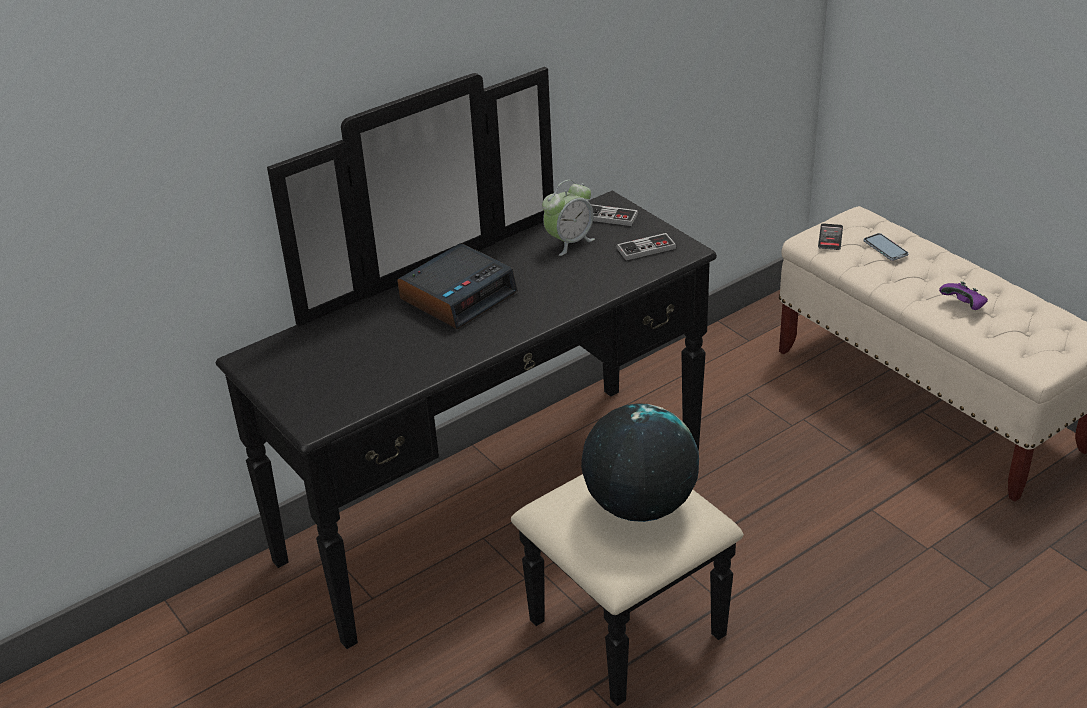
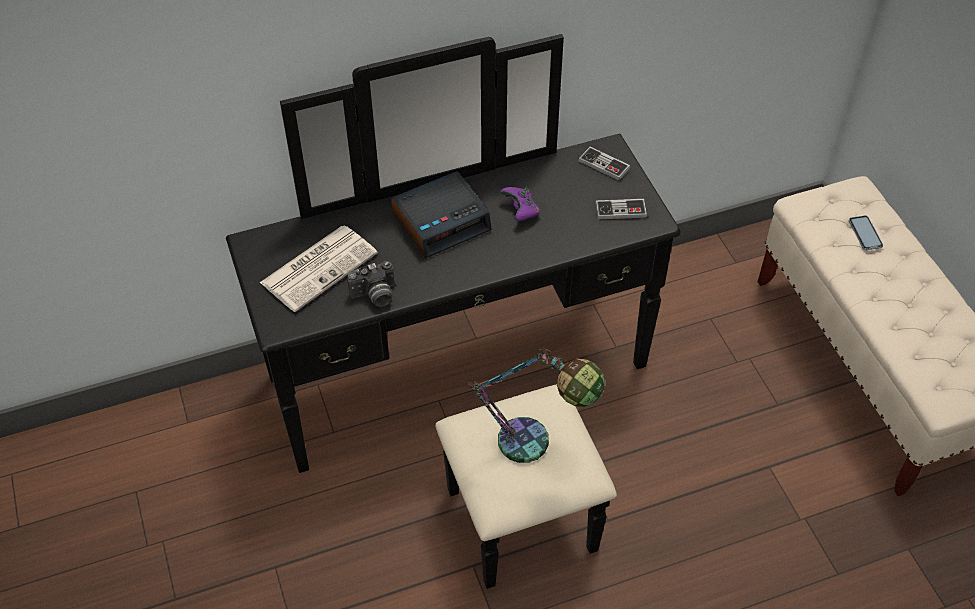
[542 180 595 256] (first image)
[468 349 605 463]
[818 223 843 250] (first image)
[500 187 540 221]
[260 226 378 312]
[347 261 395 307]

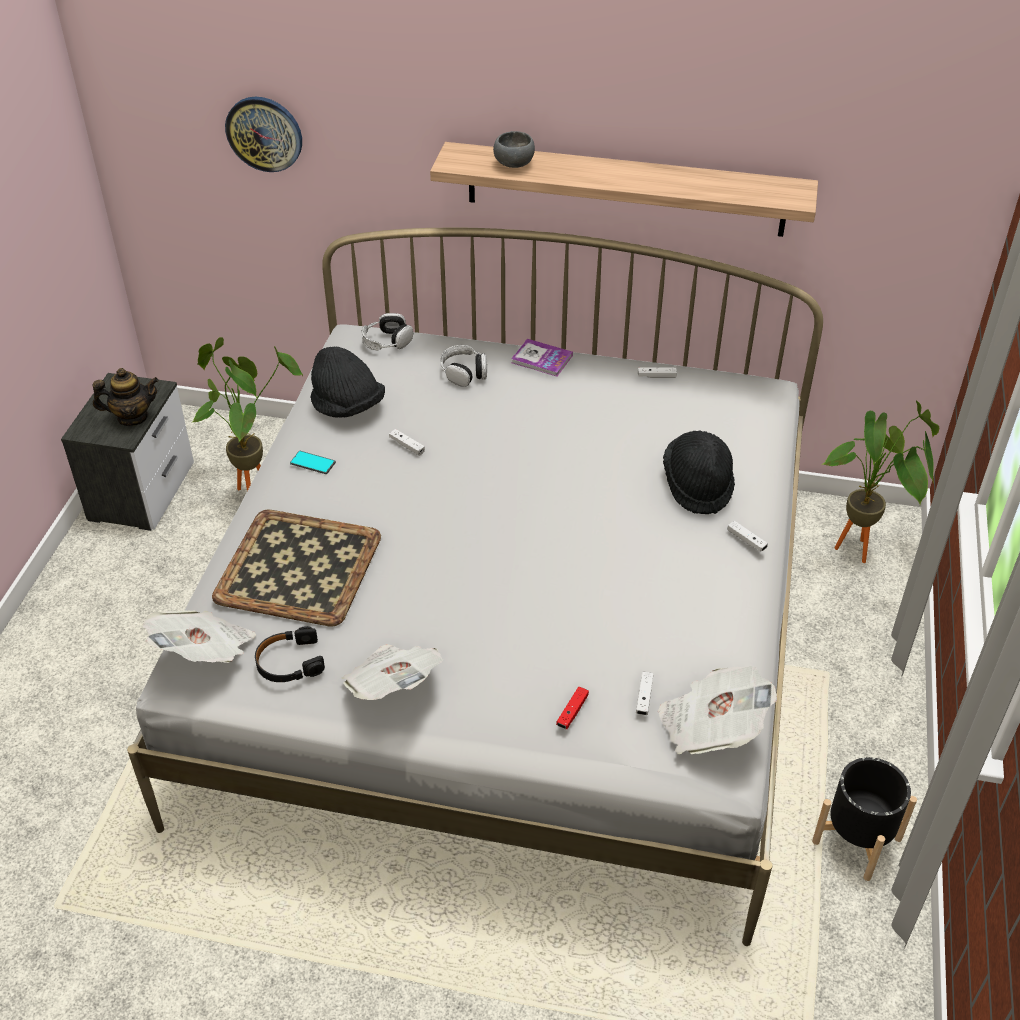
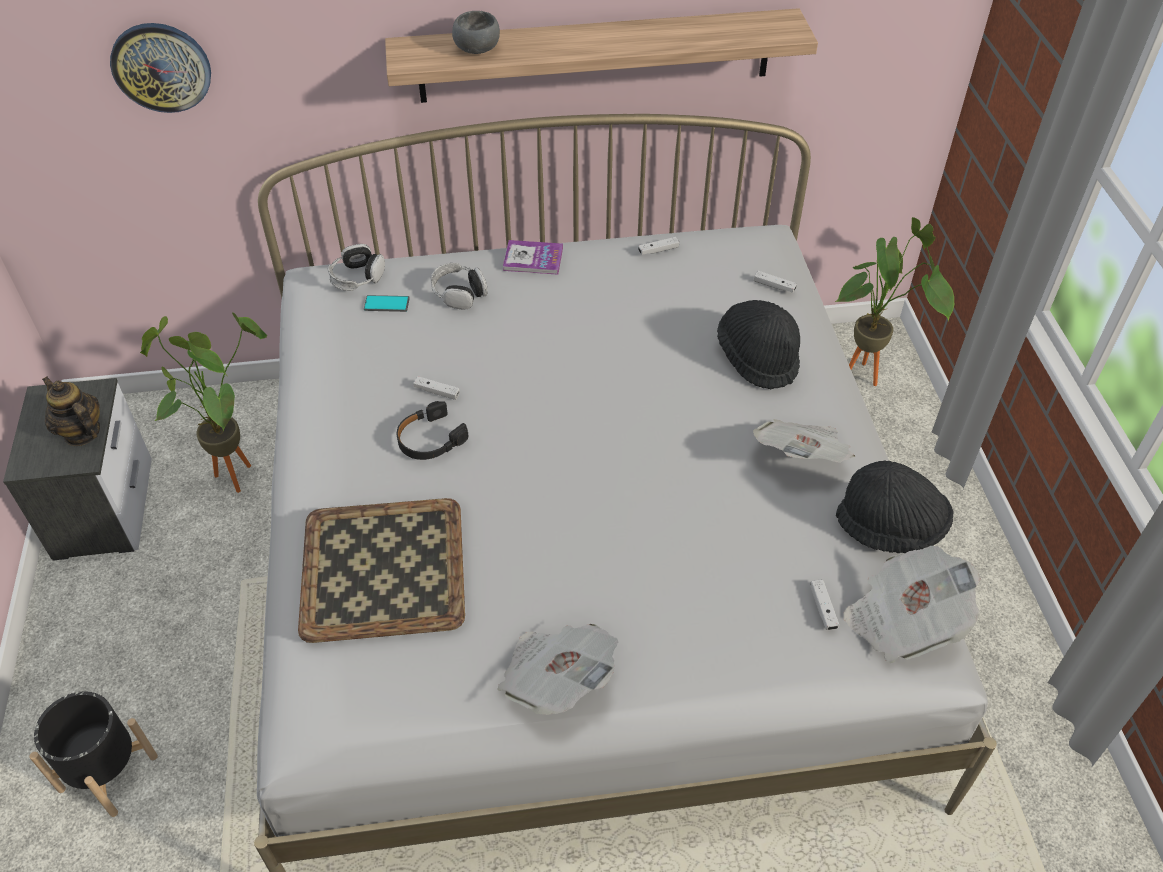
[42 376 100 446]
[753 419 855 462]
[397 401 469 460]
[364 295 410 312]
[836 461 953 553]
[556 687 589 729] (first image)
[754 271 797 293]
[29 692 158 817]

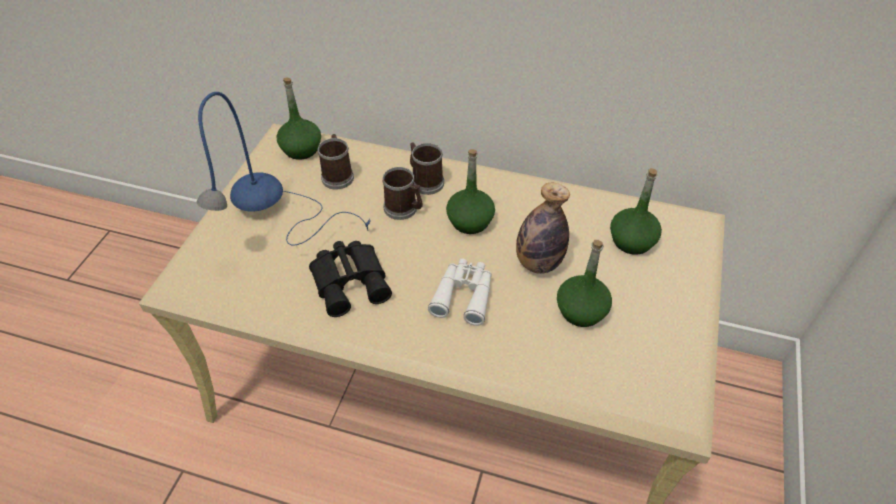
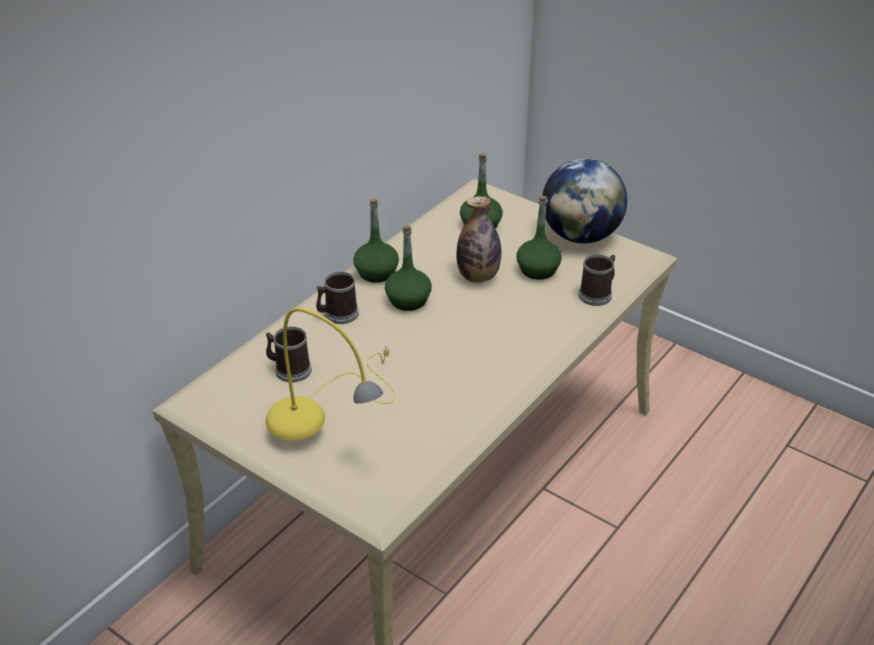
[266 308 395 440]
[353 199 399 283]
[309 241 392 317] (first image)
[578 254 615 306]
[428 259 492 326] (first image)
[542 158 627 244]

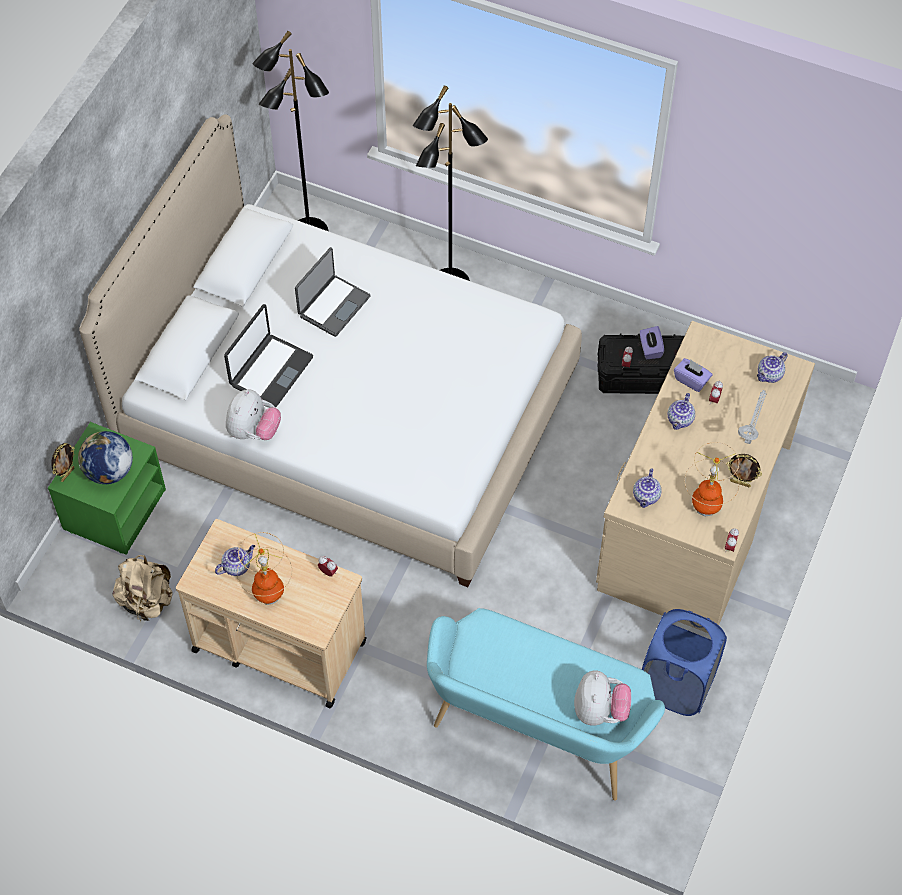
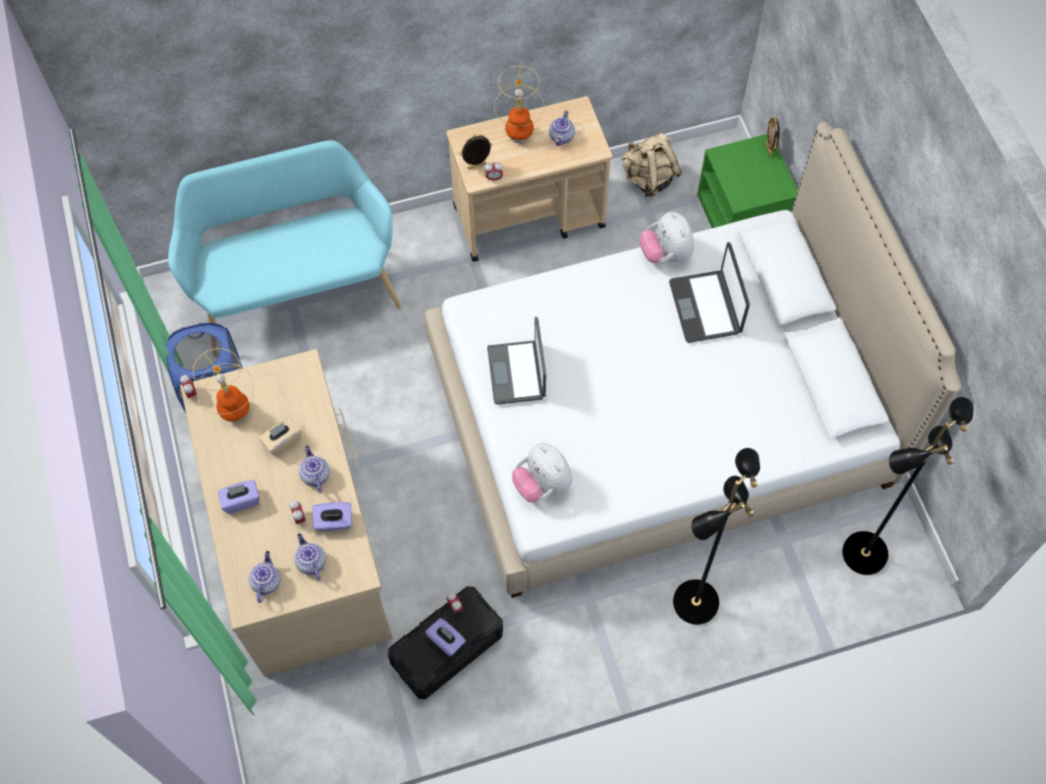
[78 431 133 484] (first image)
[487 317 546 405]
[512 443 572 502]
[294 533 326 581]
[460 134 492 169]
[218 480 260 514]
[259 417 301 456]

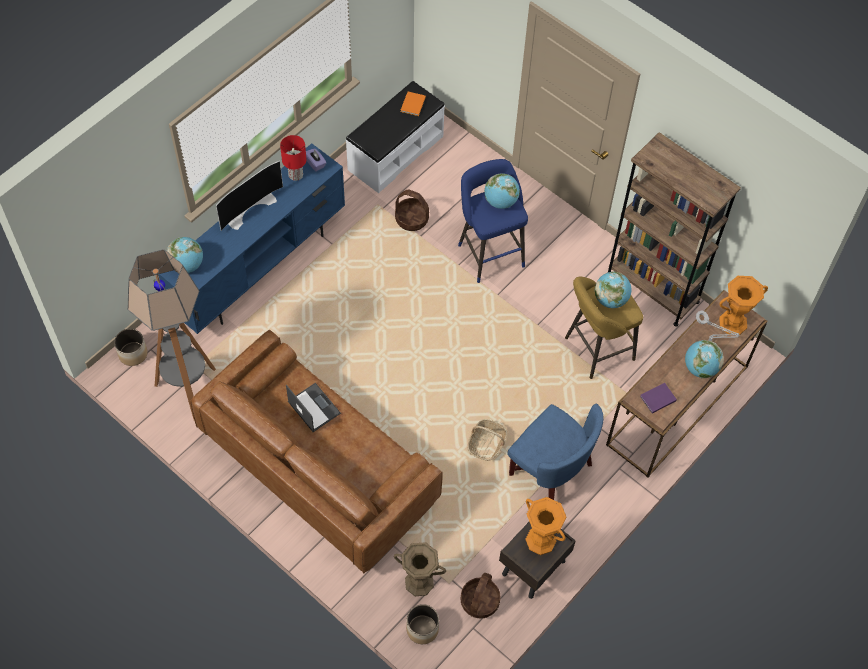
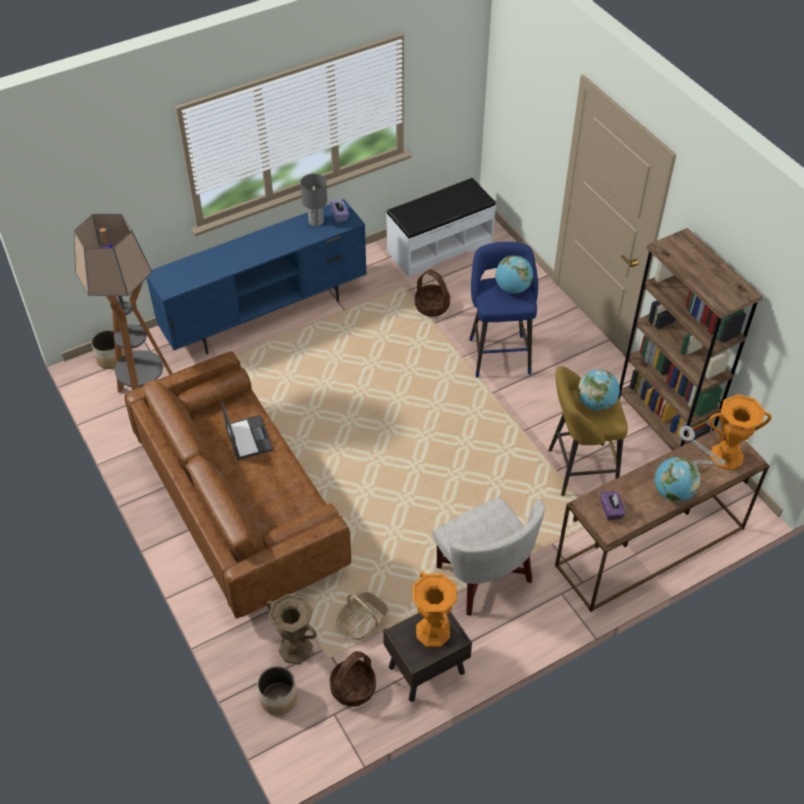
[167 237 203 273] (first image)
[216 161 283 231] (first image)
[301 174 327 226]
[401 92 426 116] (first image)
[336 591 389 640]
[433 497 545 616]
[600 492 625 521]

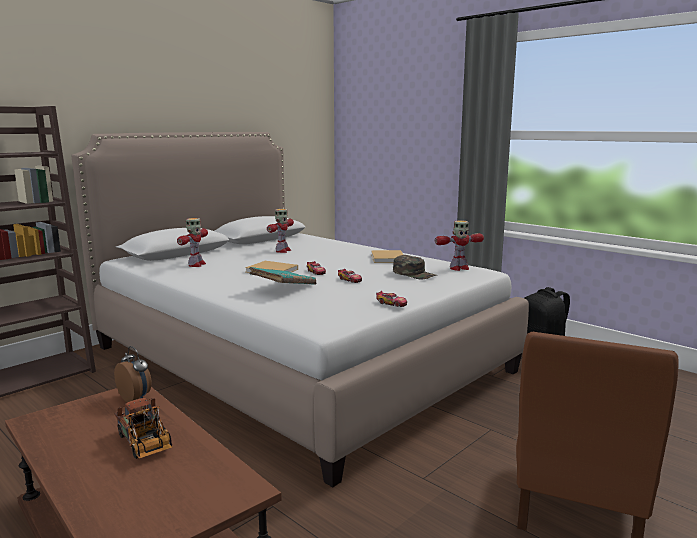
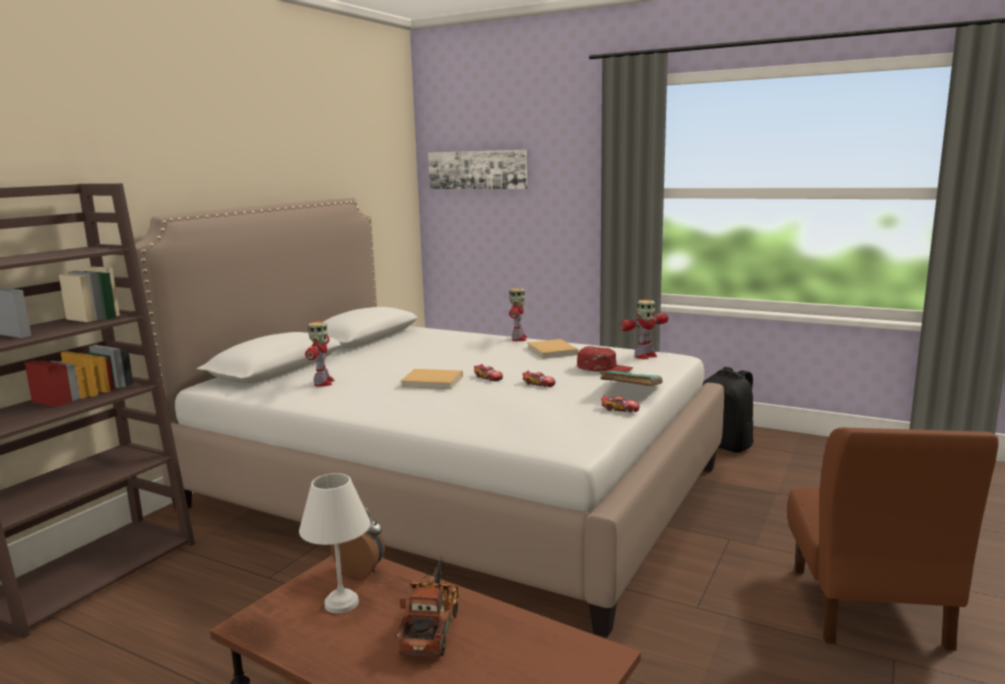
[396 557 460 657]
[600 371 663 386]
[509 288 527 341]
[577 346 633 373]
[299 473 370 614]
[428 150 527 189]

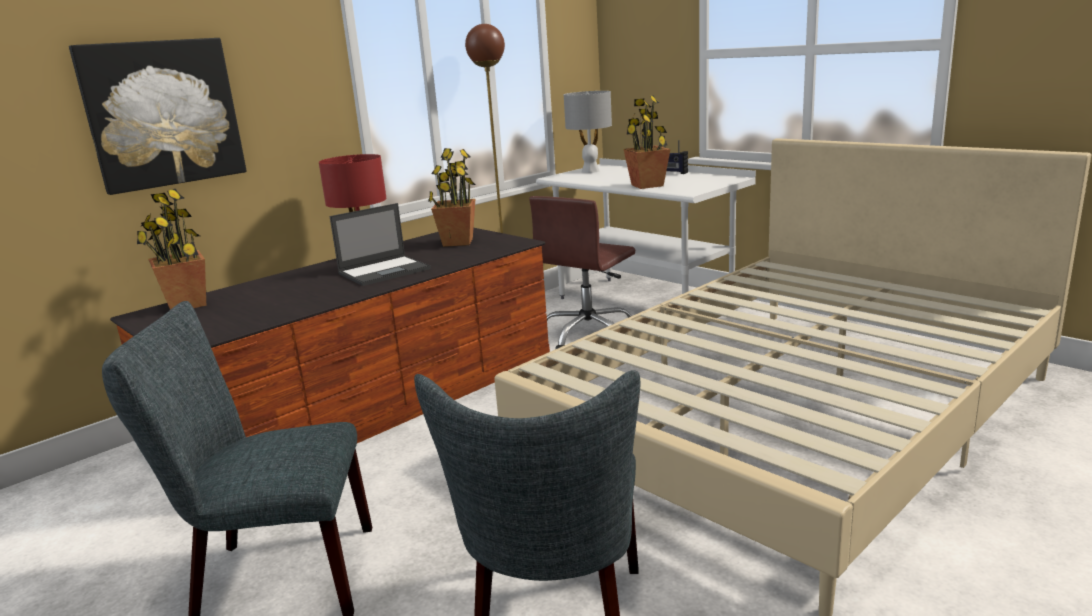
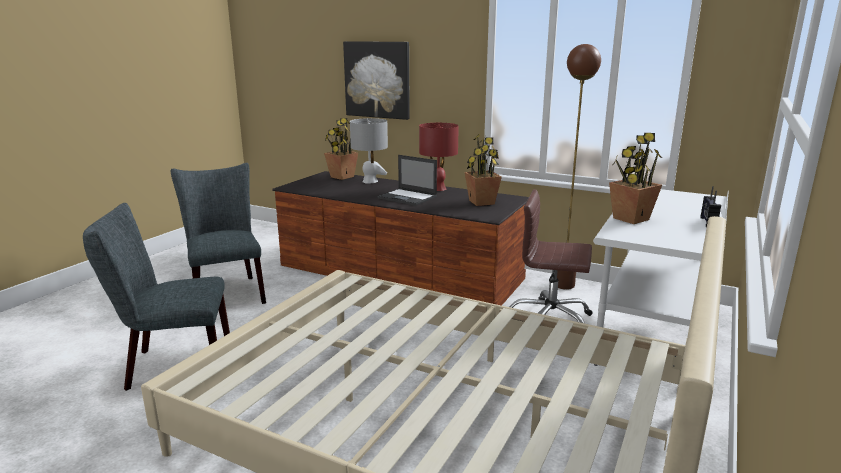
[350 118 388 184]

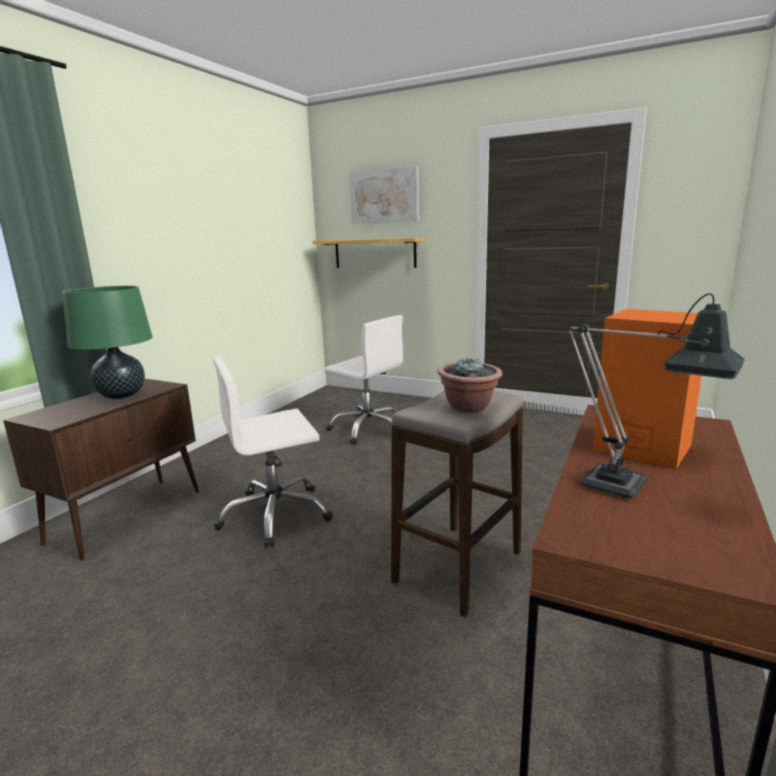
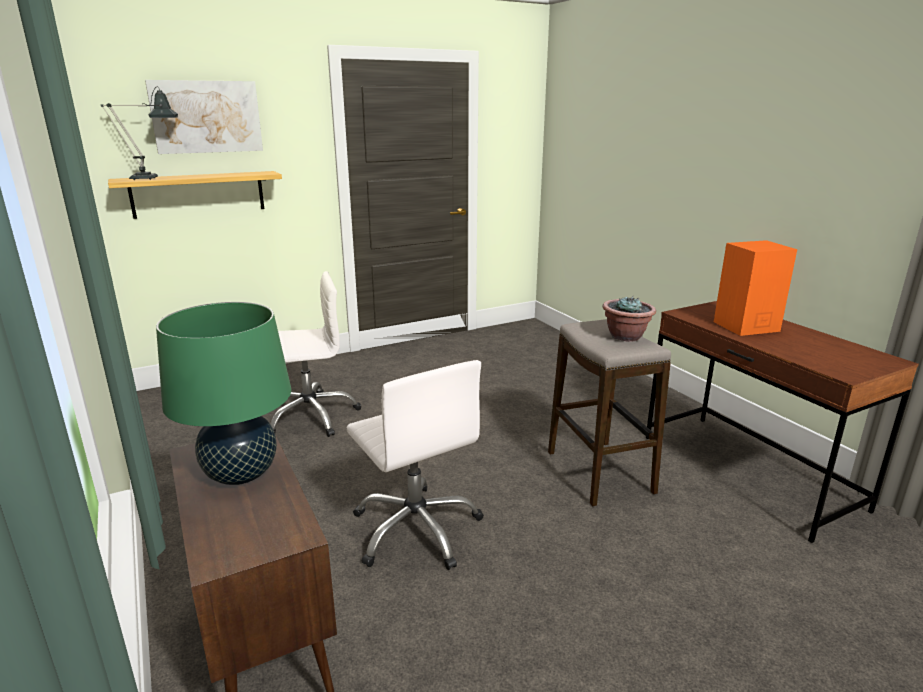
[347 360 484 570]
[101 86 178 180]

